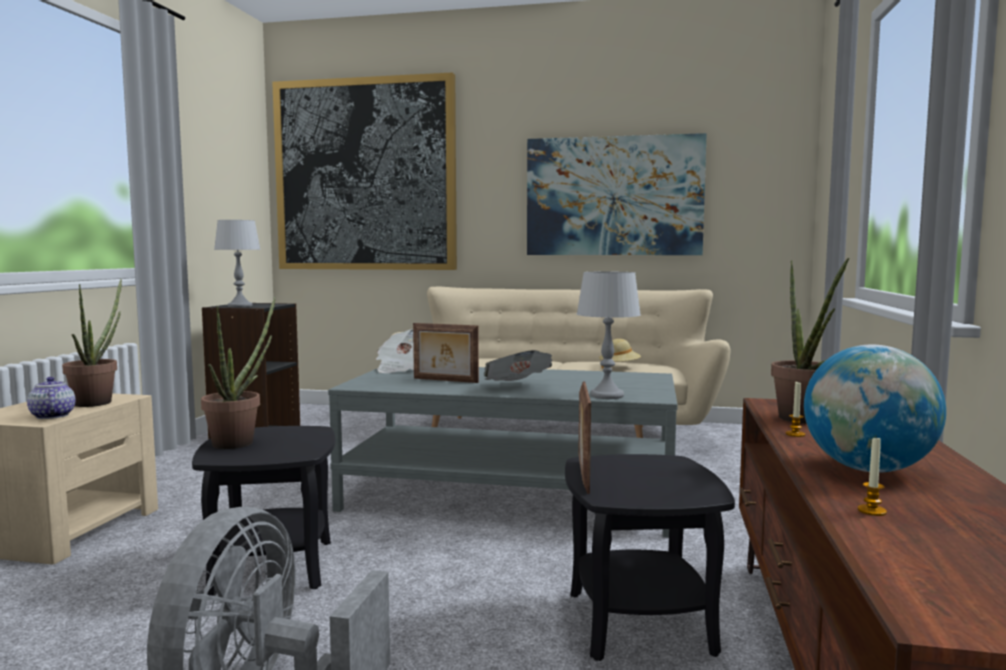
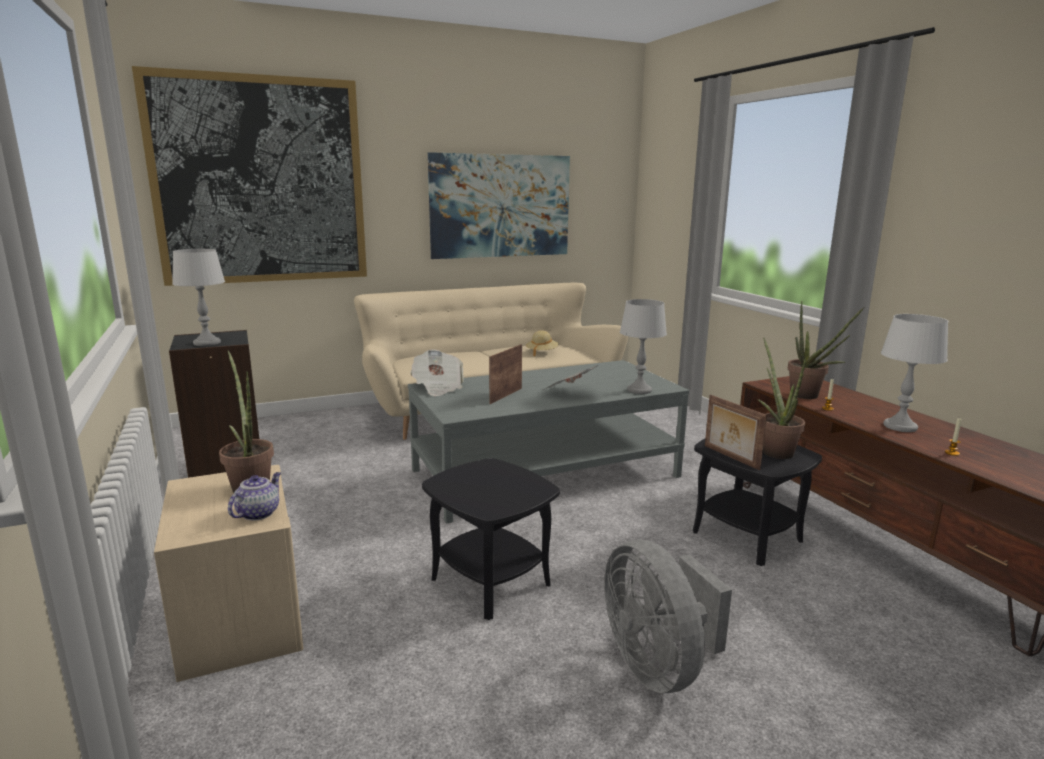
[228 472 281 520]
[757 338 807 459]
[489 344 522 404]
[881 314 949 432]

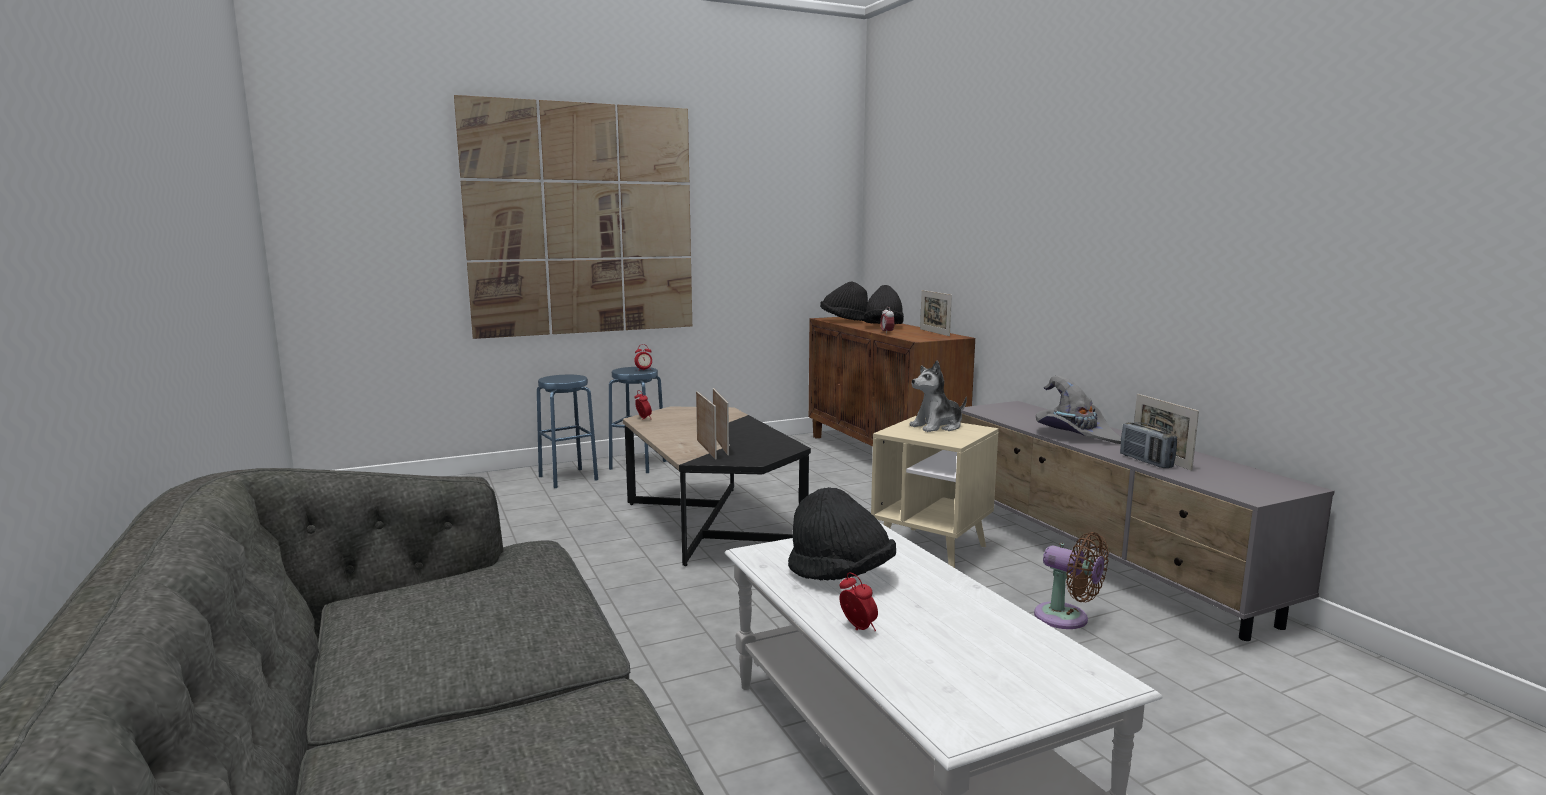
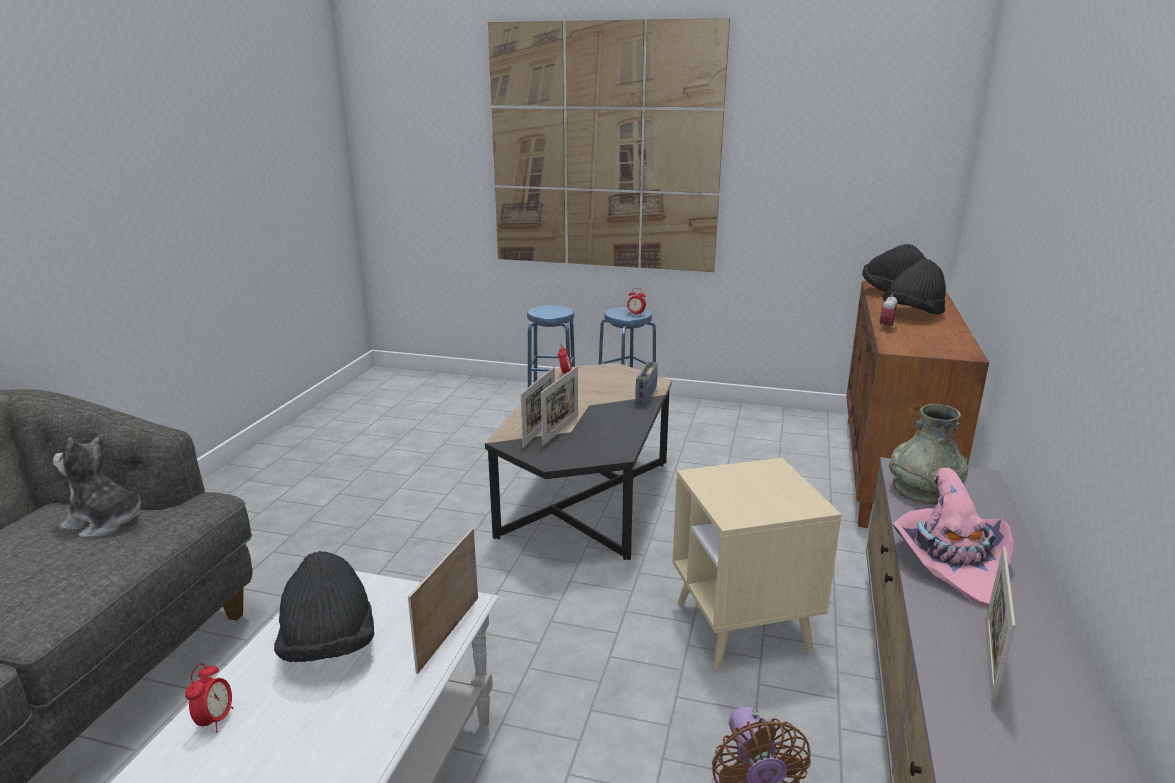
[53 434 141 537]
[408 528 478 674]
[892 468 1014 607]
[635 362 658 405]
[889 404 968 504]

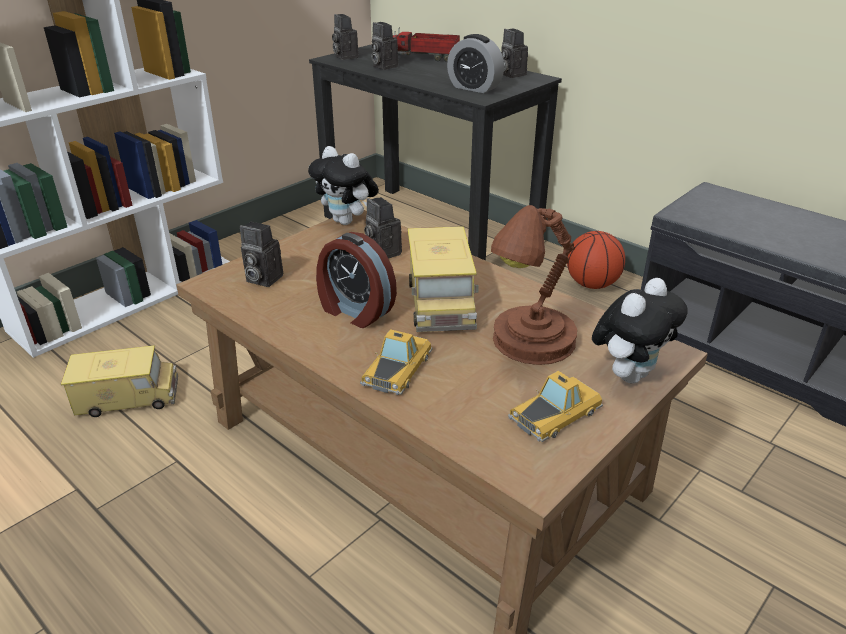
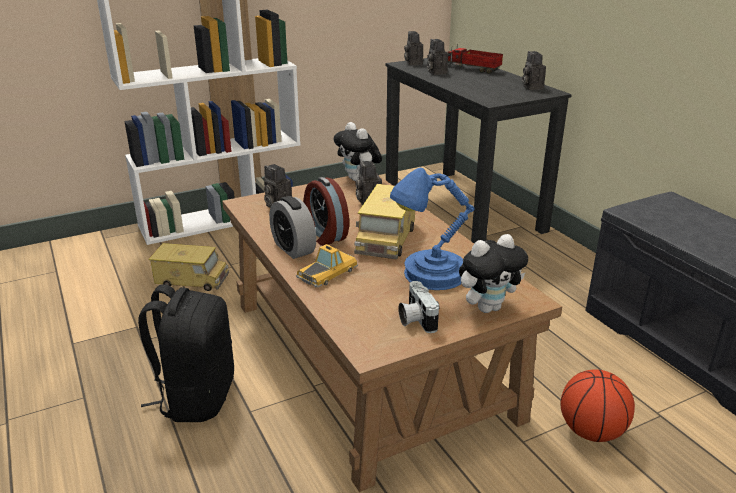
[269 196 316 259]
[390 168 474 290]
[398 281 440 333]
[560 369 635 442]
[138 284 234 422]

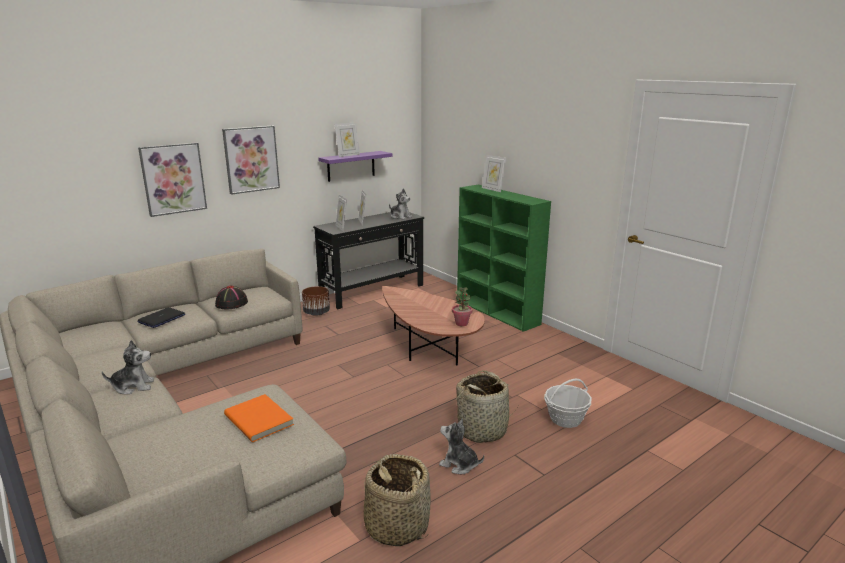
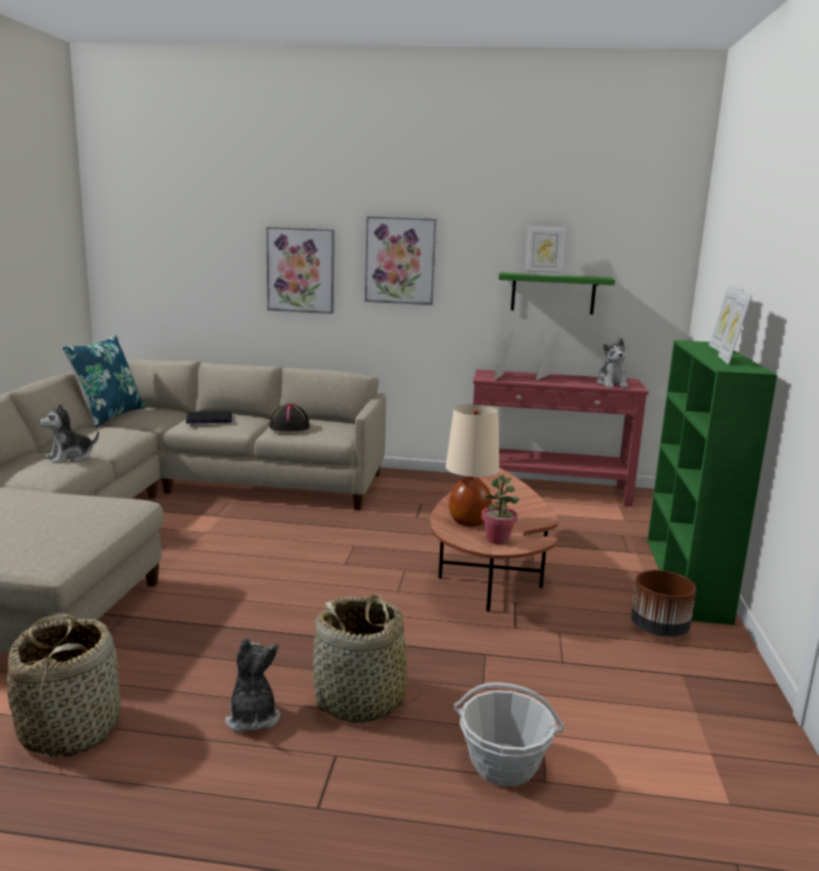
[39 403 99 463]
[224 394 294 443] (first image)
[631 570 696 637]
[473 369 649 507]
[499 272 615 314]
[62 335 145 428]
[446 404 499 526]
[718 291 752 365]

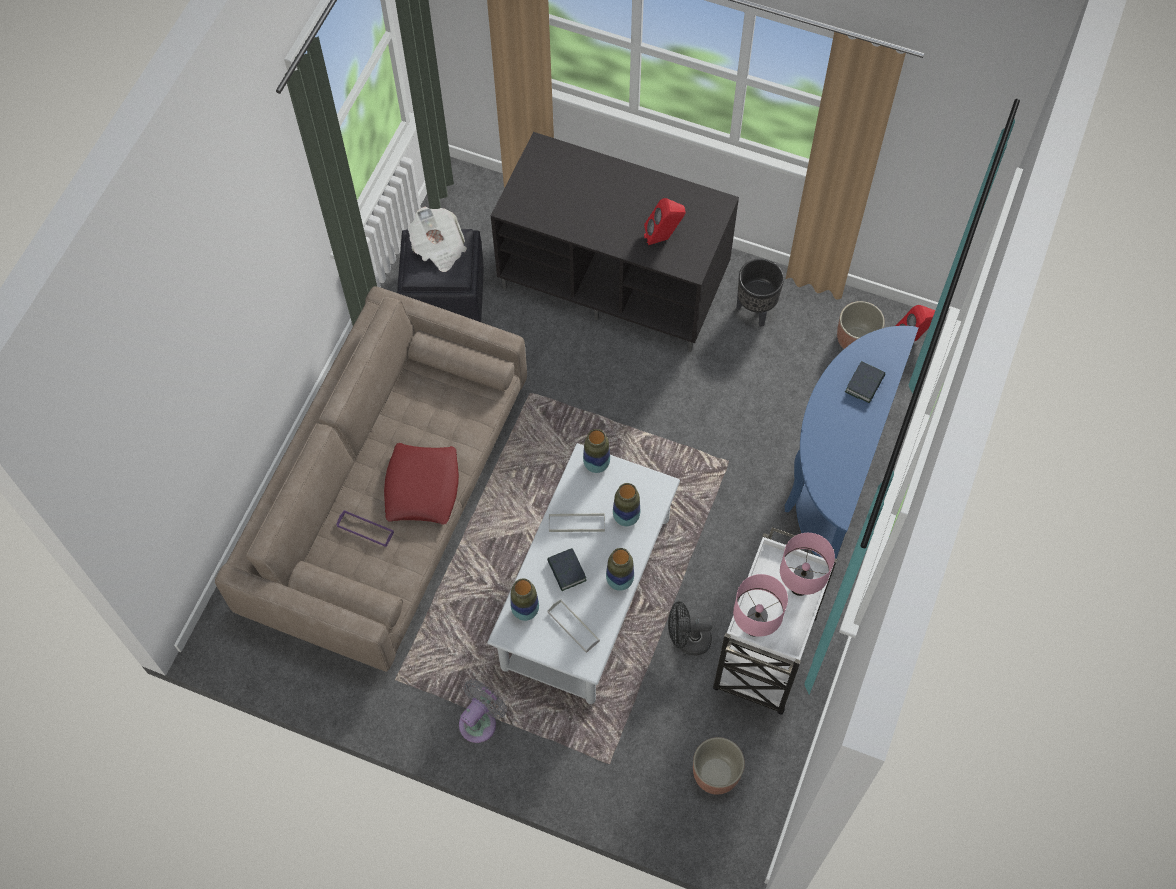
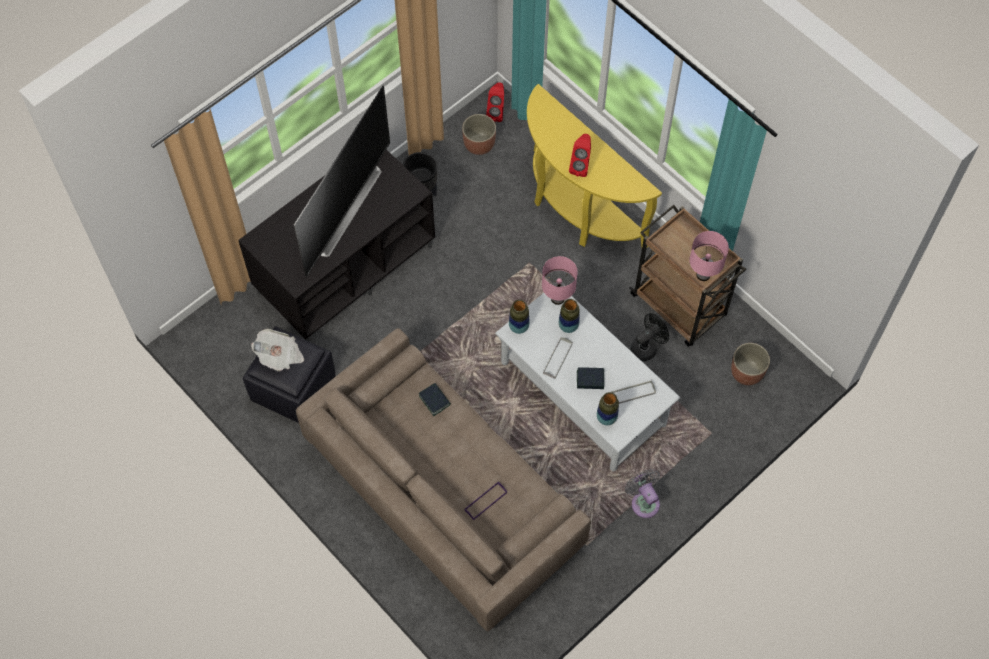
[384 443 459 524] (first image)
[606 548 634 591] (first image)
[569 134 591 177]
[631 313 669 361]
[629 205 746 346]
[542 256 578 305]
[527 84 662 248]
[419 383 451 416]
[294 86 390 277]

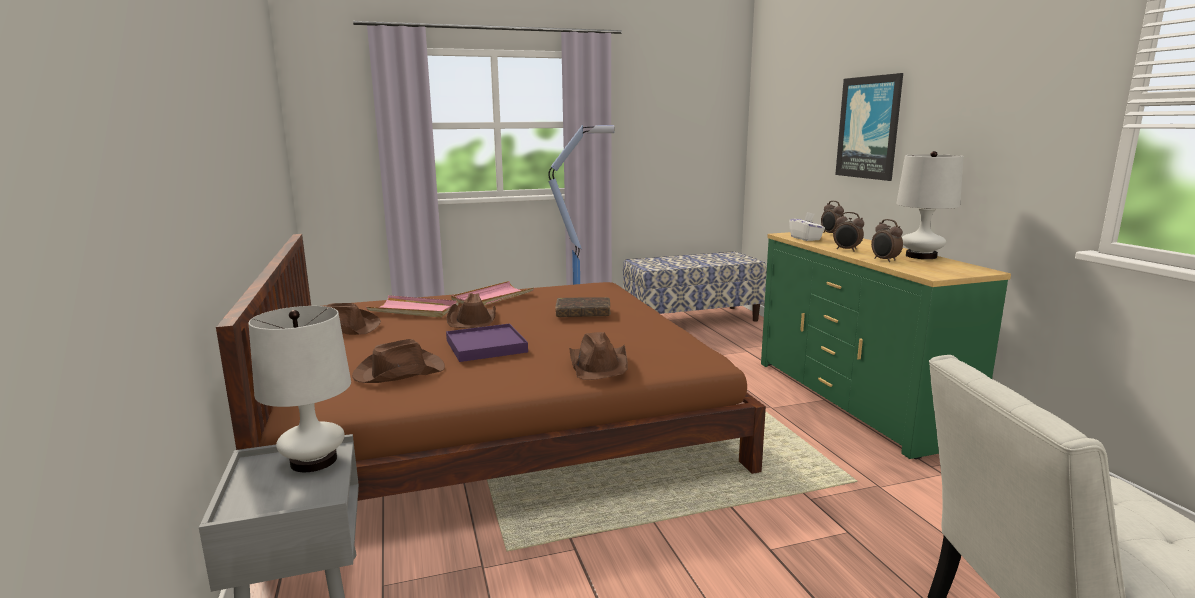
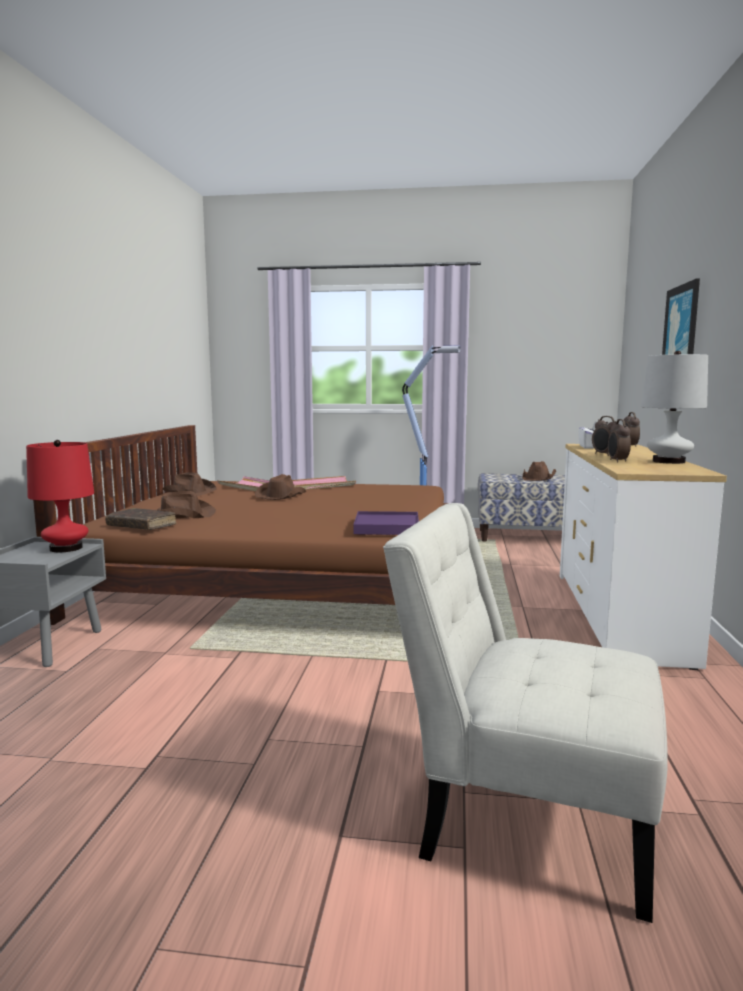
[26 440 94 552]
[354 511 419 535]
[105 508 176 530]
[523 461 556 481]
[560 444 727 670]

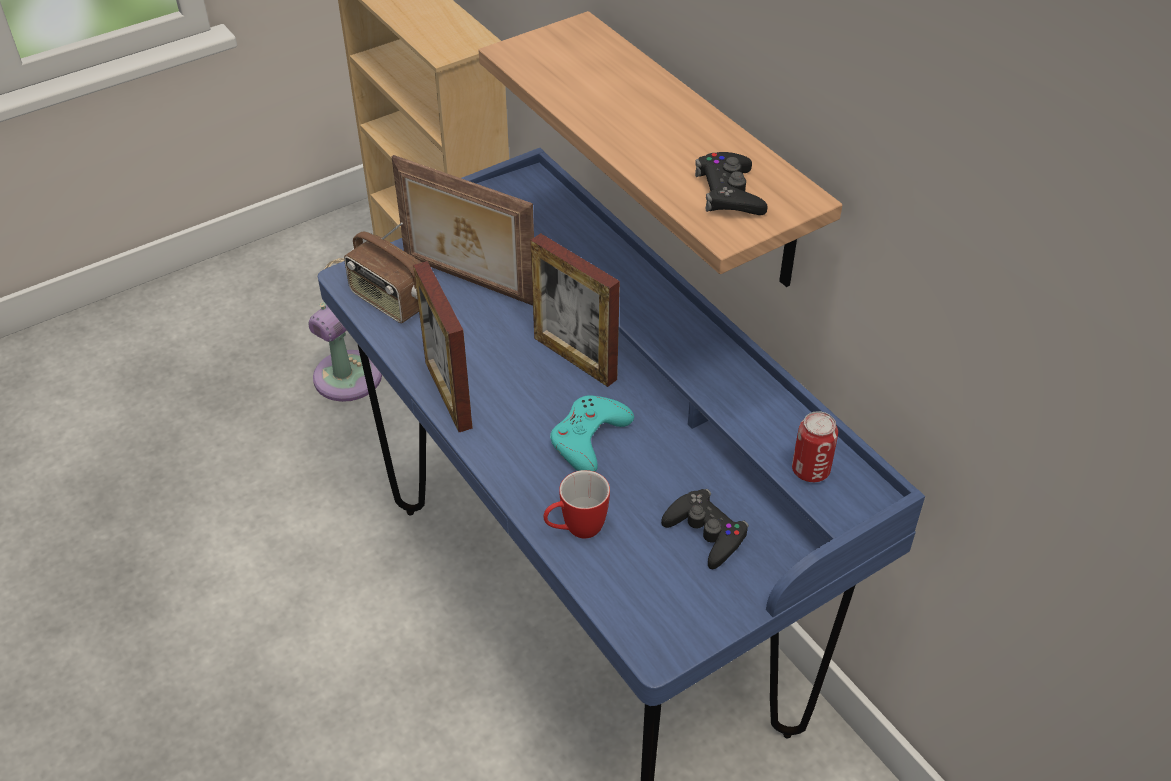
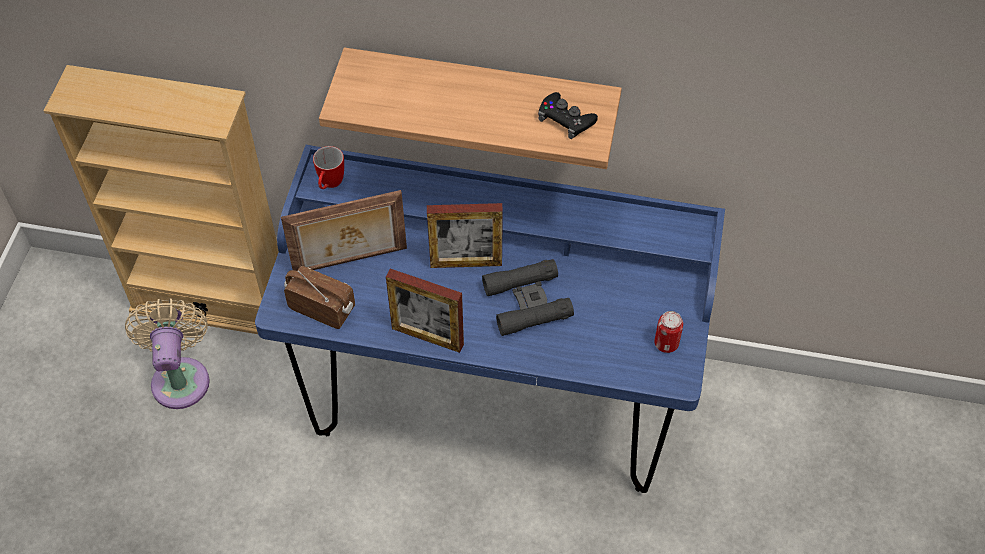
[284 266 355 329]
[313 146 344 189]
[482 259 574 336]
[661 489 749 569] (first image)
[654 311 683 353]

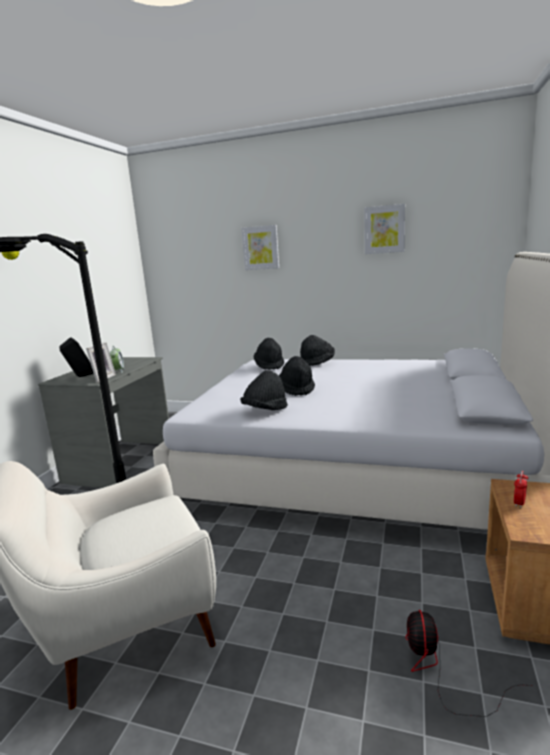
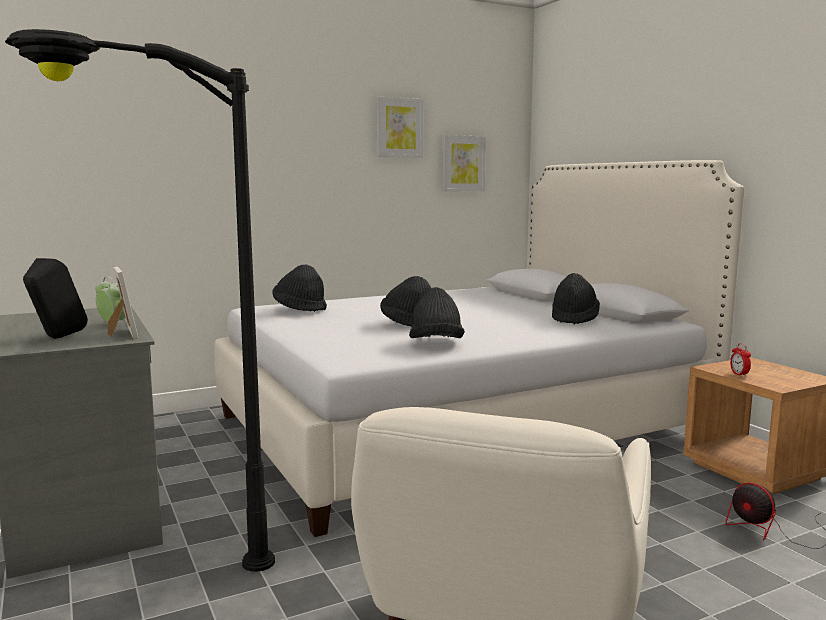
[443 135 486 191]
[552 273 600 325]

